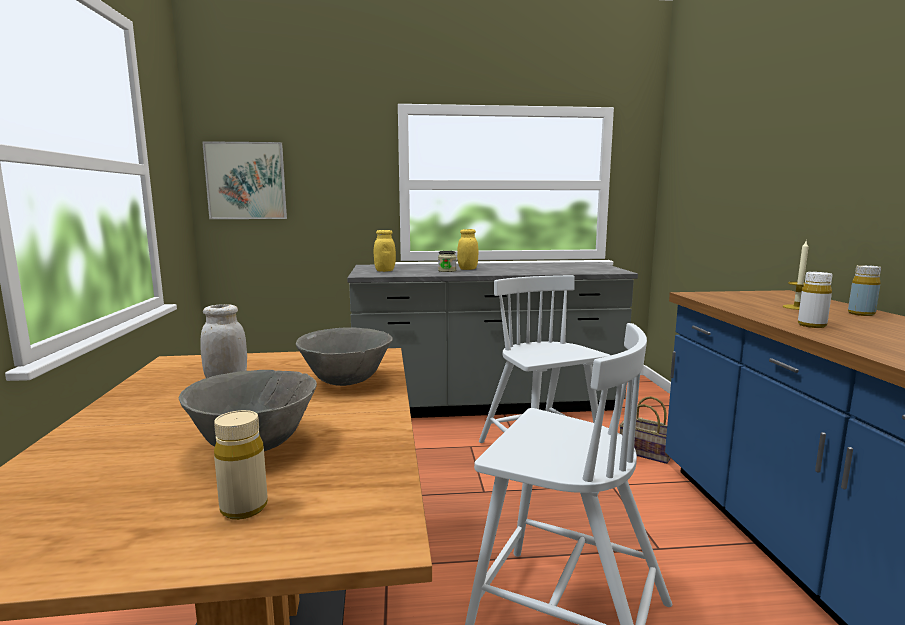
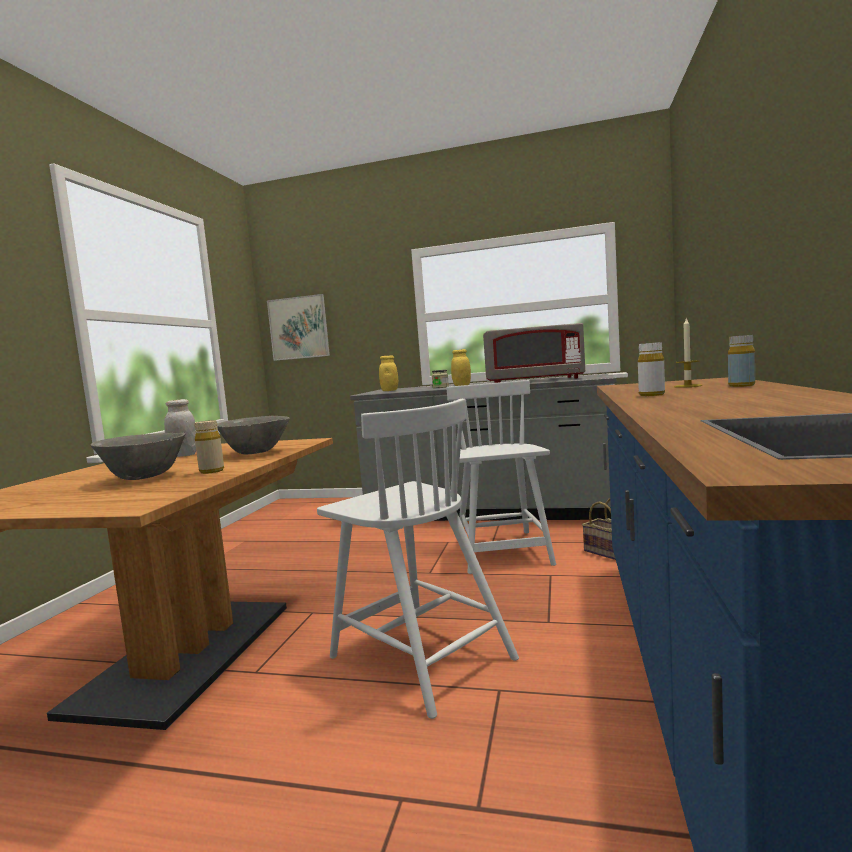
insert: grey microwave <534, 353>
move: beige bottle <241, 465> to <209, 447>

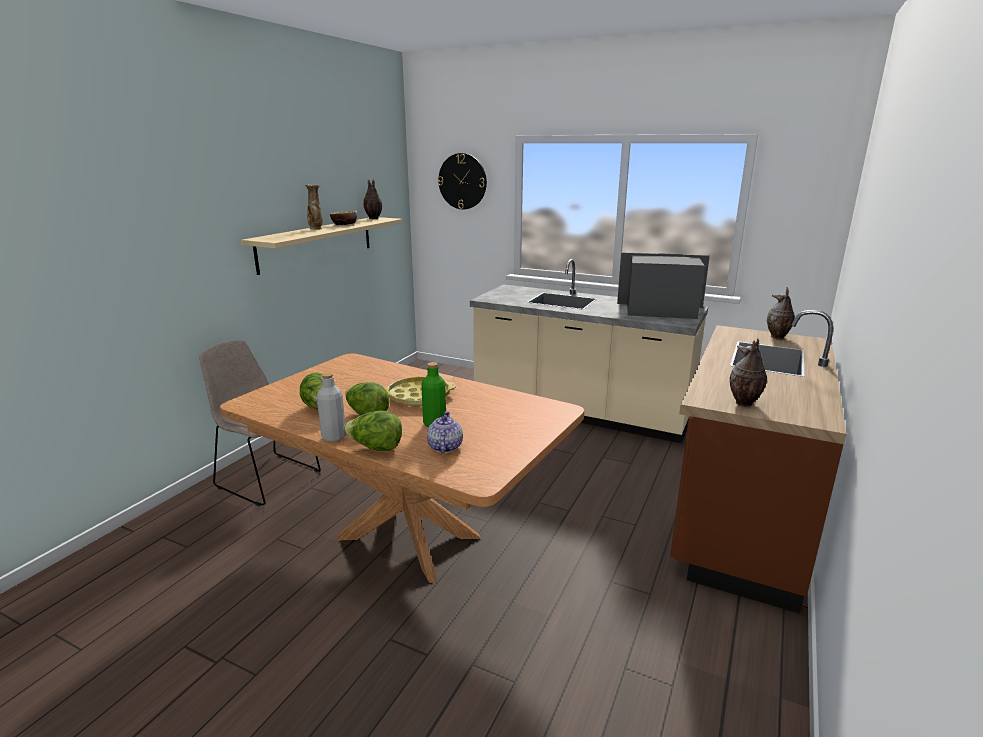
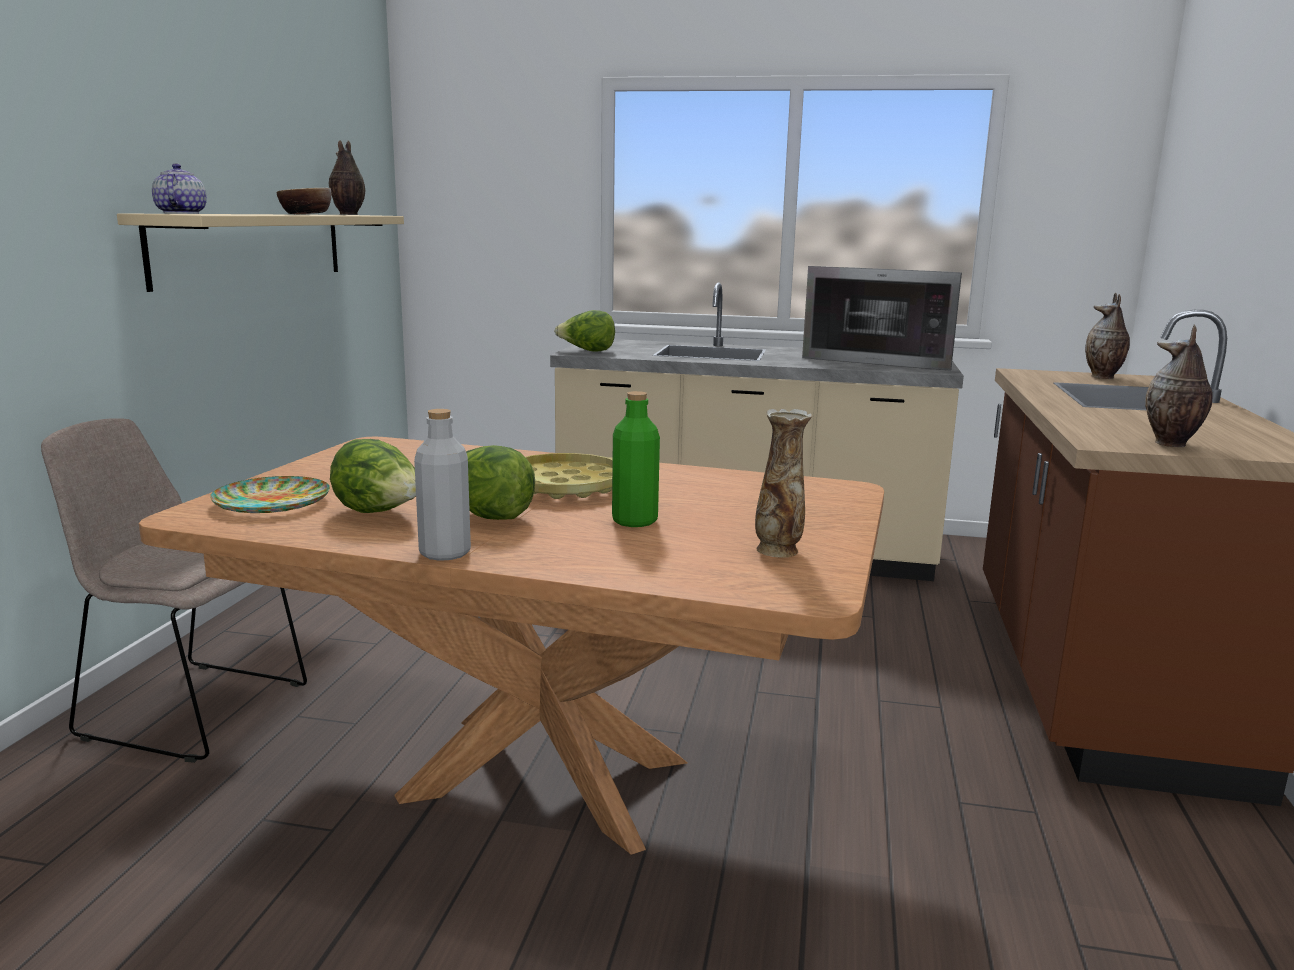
delete: wall clock <462, 181>
insert: plate <270, 494>
move: vase <314, 207> to <784, 483>; lettuce <372, 430> to <584, 331>; teapot <445, 432> to <179, 188>
rotate: microwave <663, 285> = <882, 318> 150 degrees counterclockwise

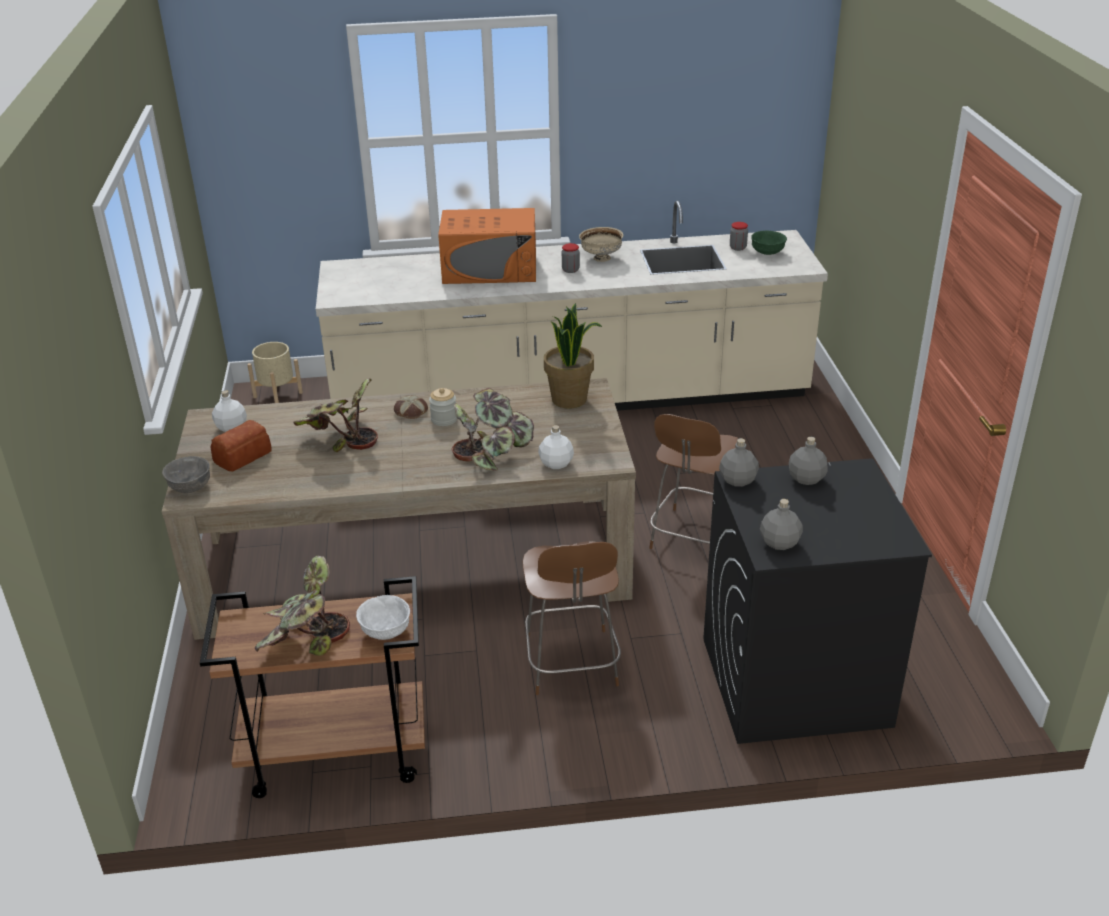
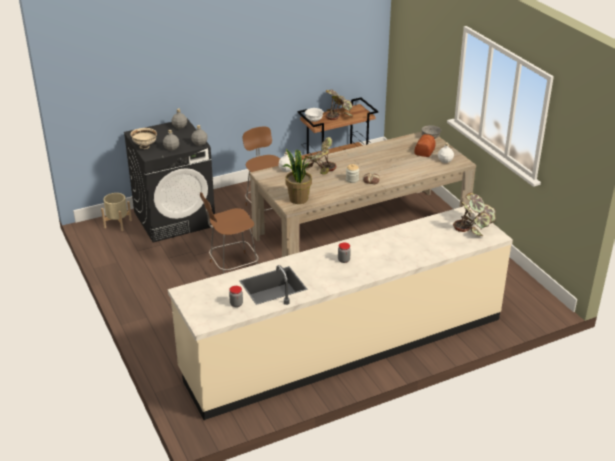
delete: orange microwave <487, 246>; green bowl <769, 243>
move: beige bowl <601, 244> to <144, 138>; beige planter <275, 372> to <116, 212>; potted plant <336, 415> to <474, 214>
rotate: brown chair <694, 481> = <229, 233> 120 degrees counterclockwise

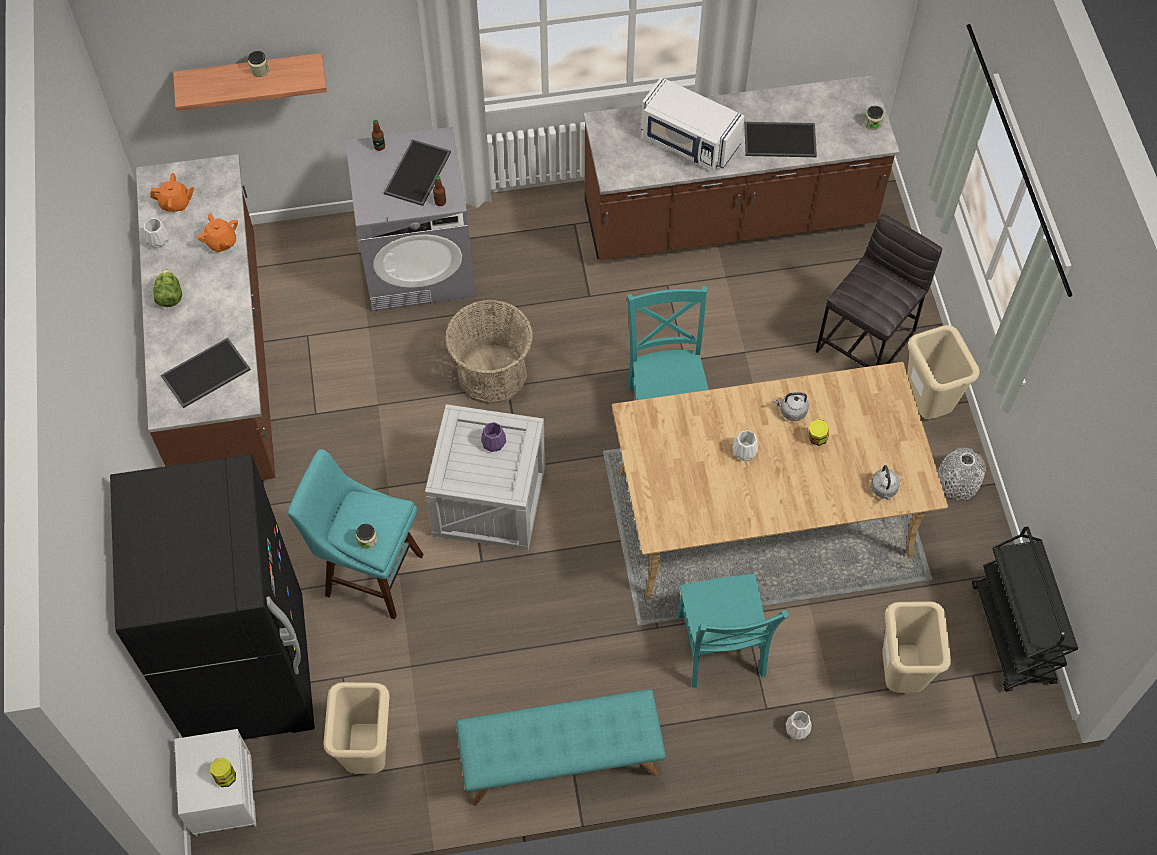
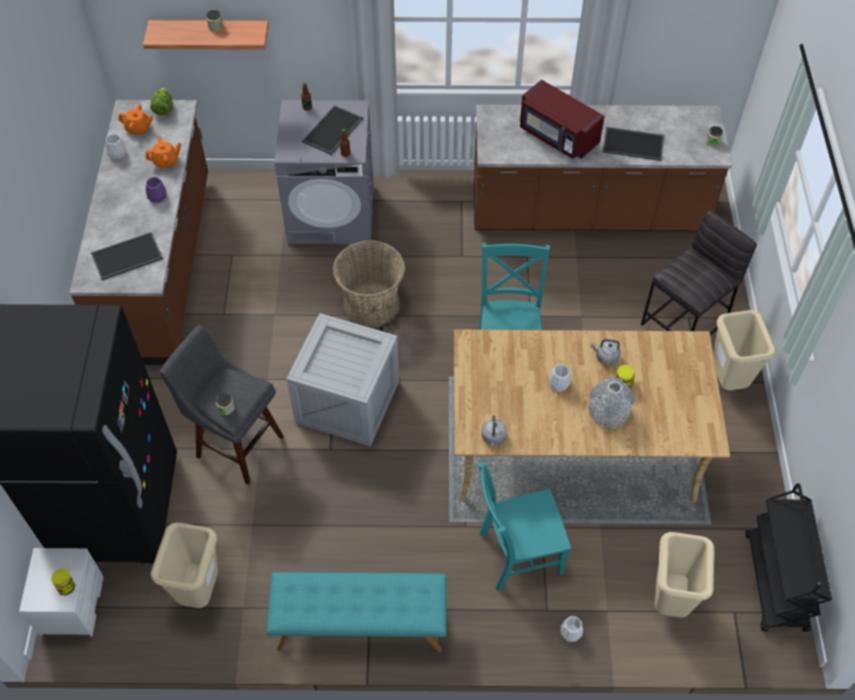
move: lettuce <167, 288> to <161, 102>; purple vase <493, 437> to <156, 190>; grey vase <962, 474> to <611, 402>; grey kettle <885, 482> to <494, 430>
recolor: white microwave <693, 123> to red microwave <562, 119>; turquoise stool <356, 534> to grey stool <222, 405>
rotate: orange teapot <218, 232> = <163, 153> 90 degrees counterclockwise; turquoise chair <733, 631> = <524, 527> 75 degrees clockwise

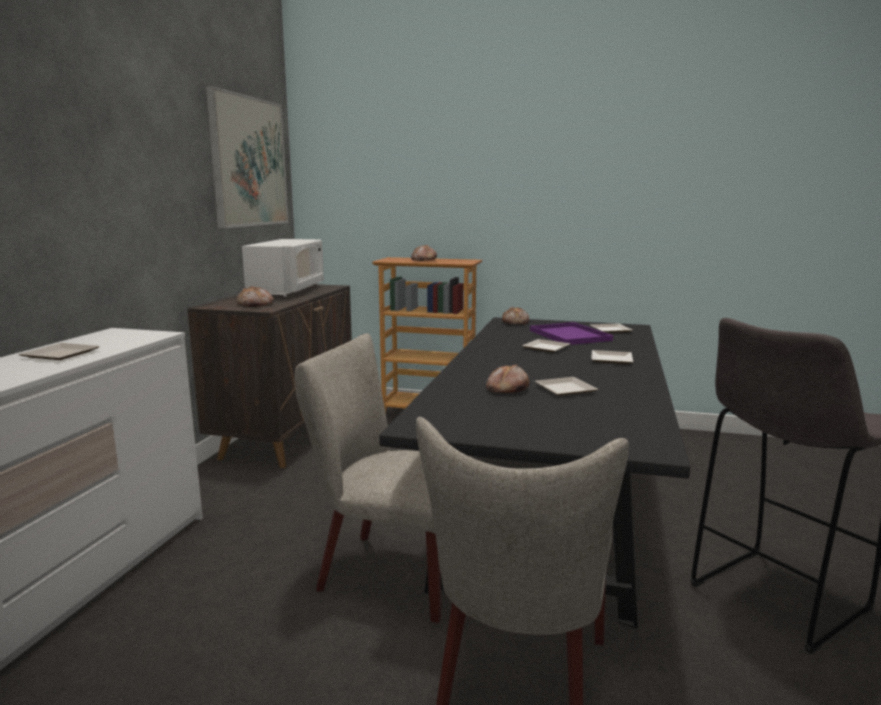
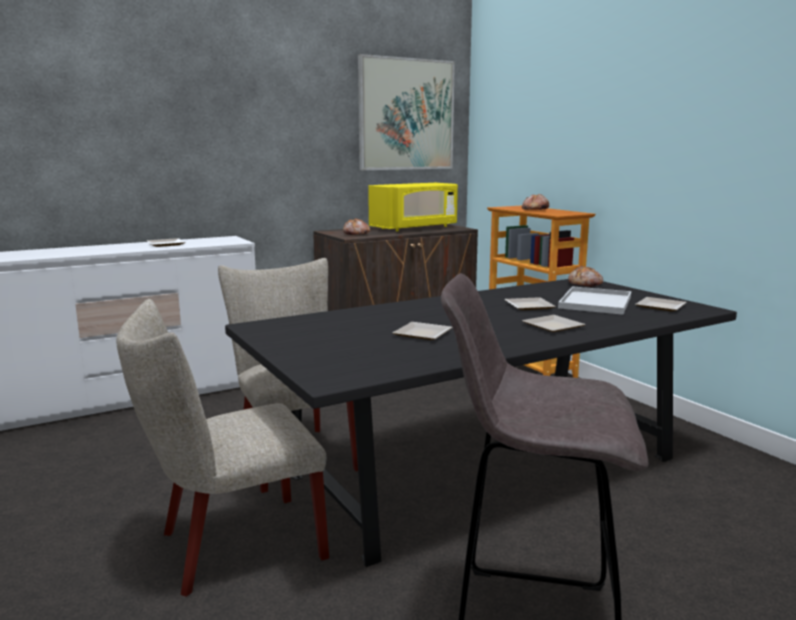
delete: bread <507, 378>
recolor: white microwave <283, 268> to yellow microwave <413, 207>; purple tray <571, 333> to white tray <594, 300>

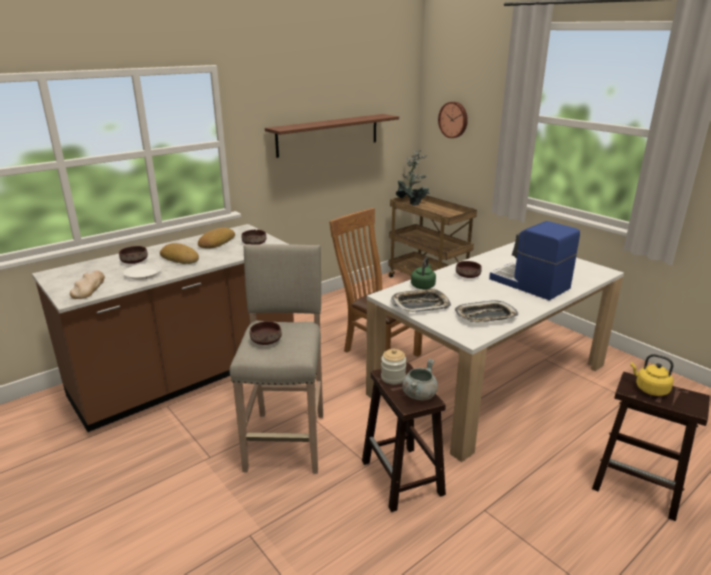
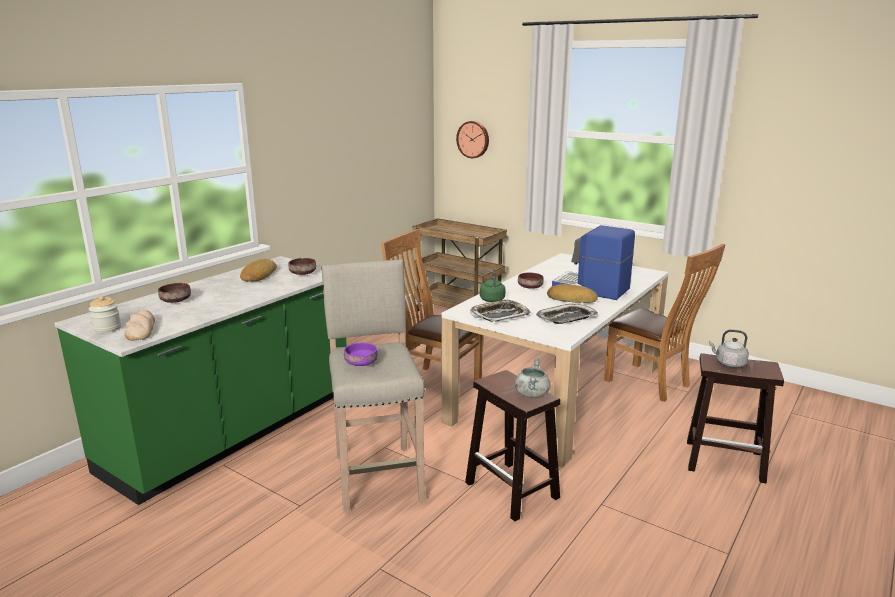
delete: brown shelf <332, 136>; potted plant <413, 178>; white plate <142, 272>
insert: brown chair <665, 323>
move: bread <179, 253> to <572, 293>; jar <394, 366> to <105, 314>
recolor: brown counter <163, 328> to green counter <200, 380>; brown bowl <266, 333> to purple bowl <361, 354>; yellow kettle <652, 375> to grey kettle <729, 349>

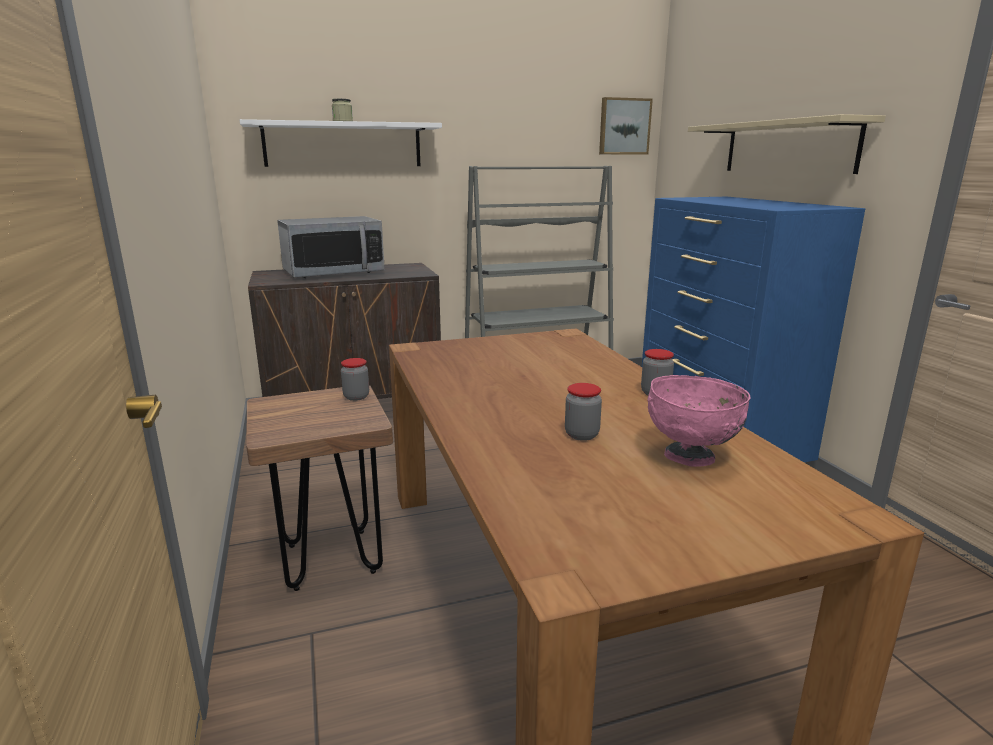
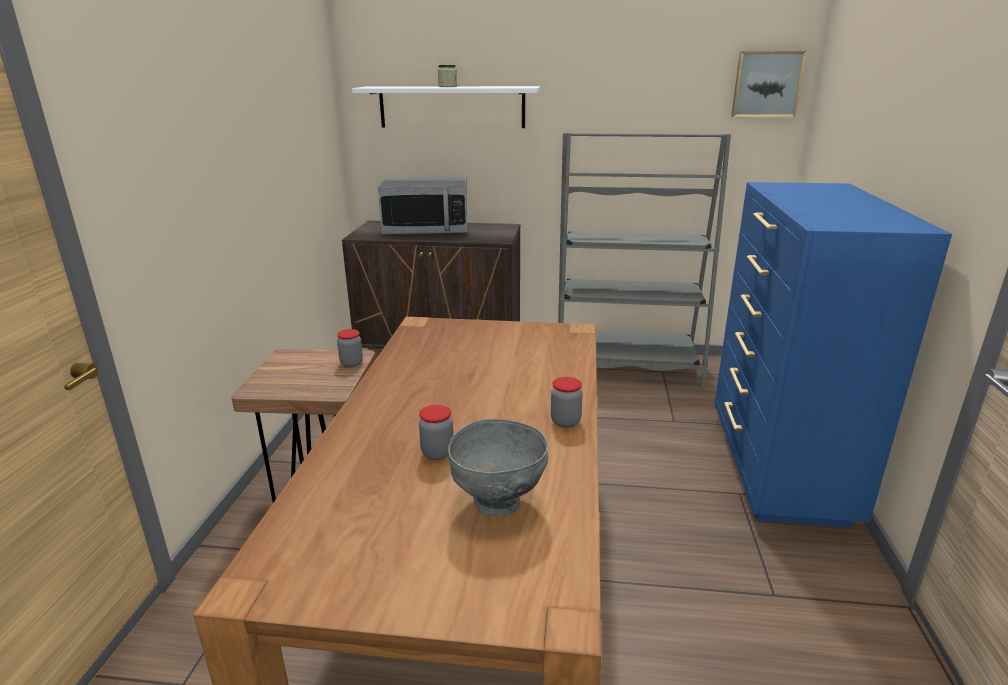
delete: beige shelf <787, 144>
recolor: pink bowl <698, 421> to grey bowl <498, 468>

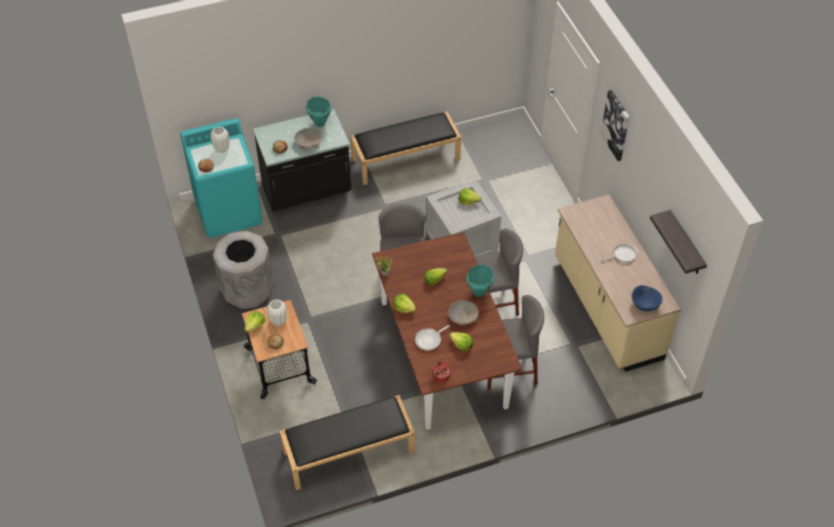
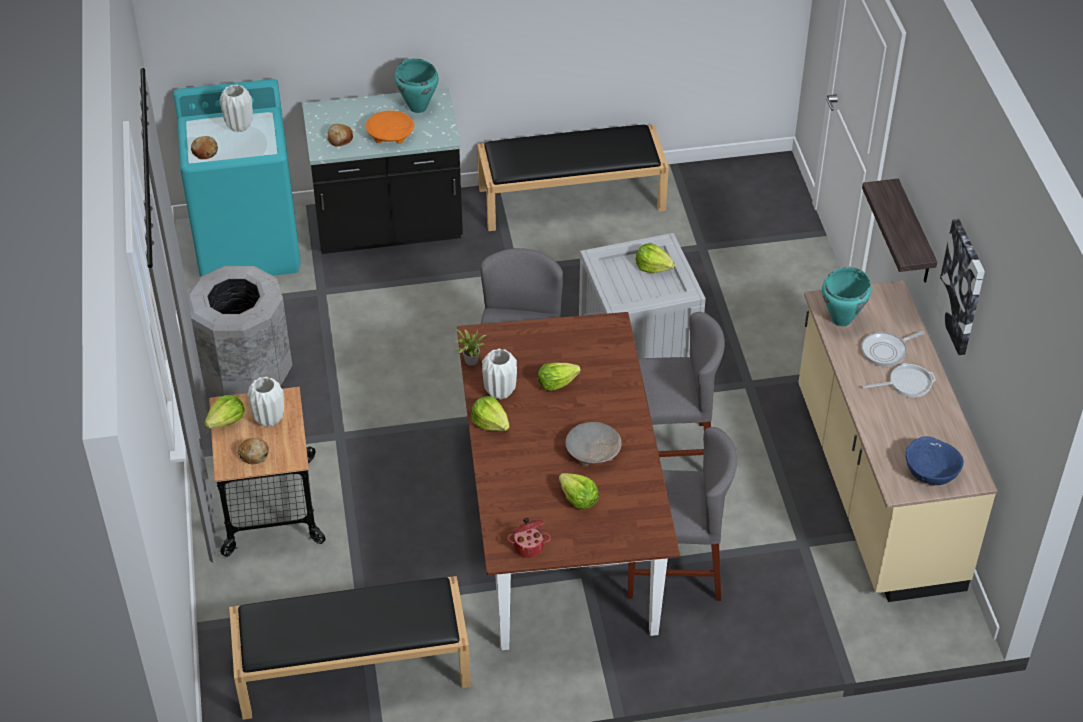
insert: white vase <499, 374>
move: picture <615, 125> to <960, 287>; shelf <678, 242> to <899, 231>; turquoise cooking pot <480, 281> to <846, 296>; frying pan <432, 338> to <892, 349>
recolor: beige bowl <308, 138> to orange bowl <390, 127>

